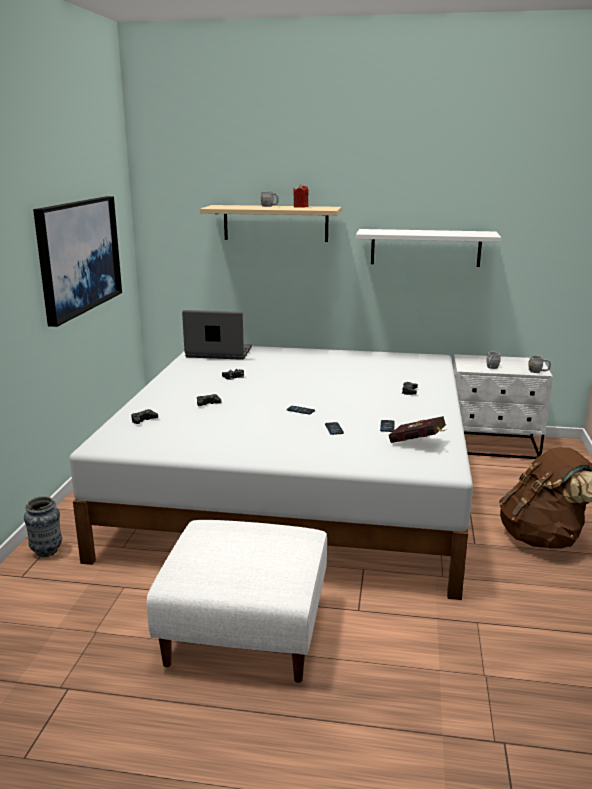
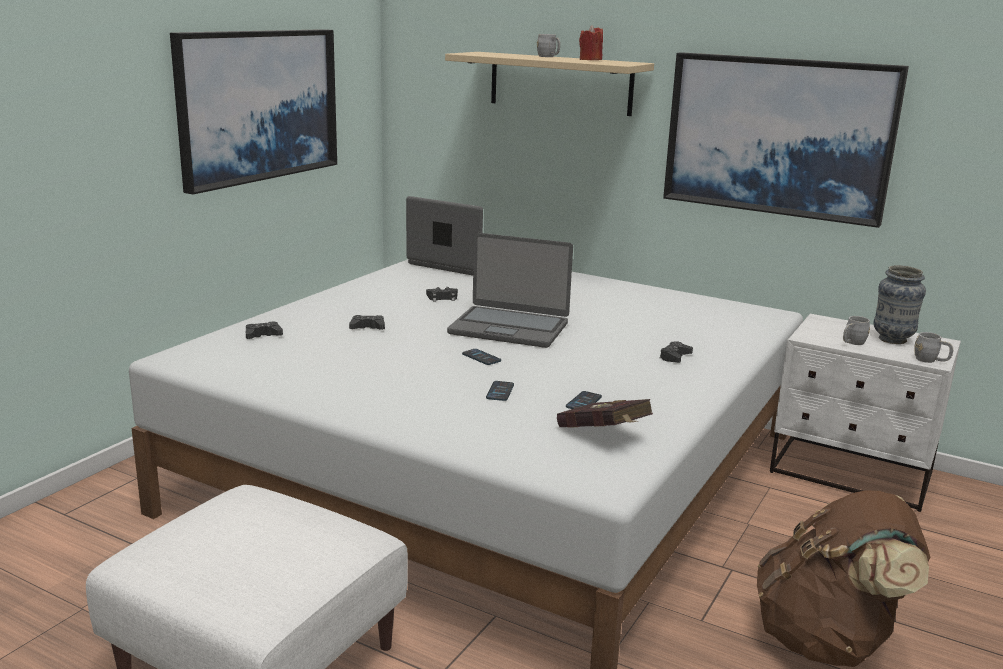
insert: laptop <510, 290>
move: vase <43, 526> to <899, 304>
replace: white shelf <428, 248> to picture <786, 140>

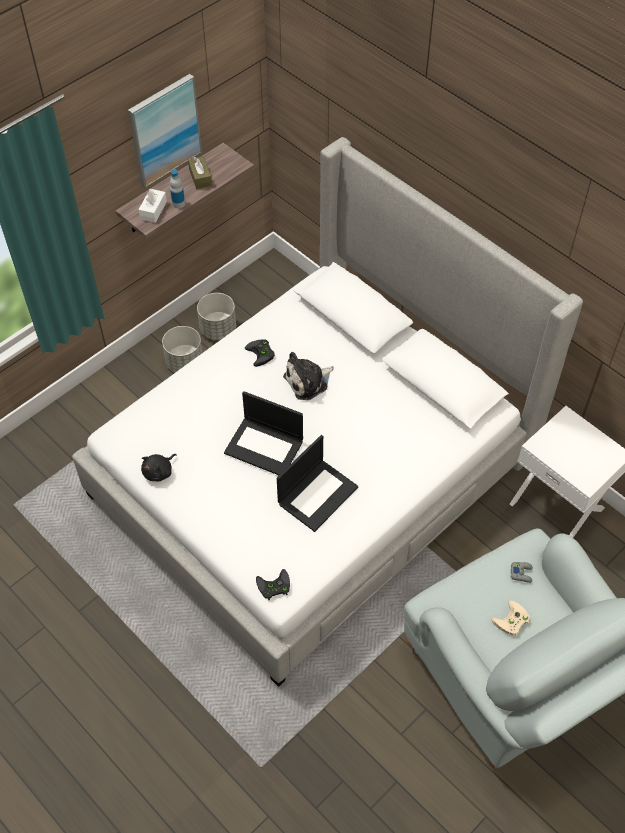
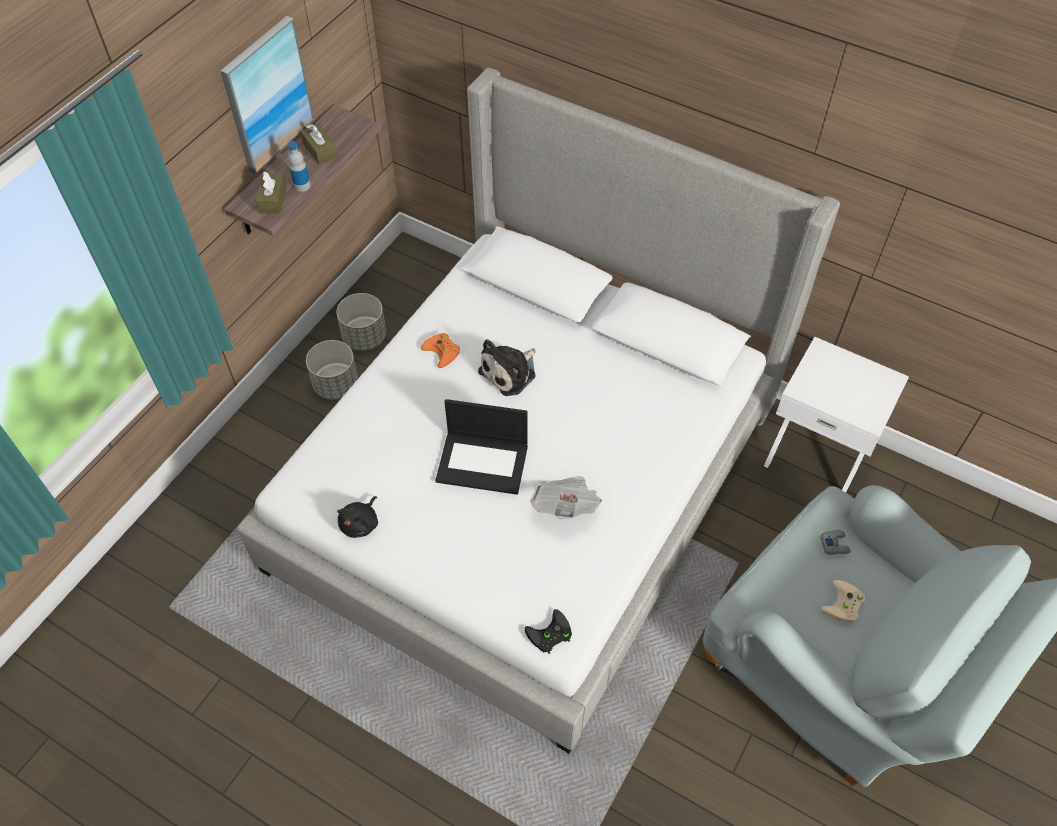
replace: laptop <317, 483> to newspaper <566, 497>
recolor: white tissue box <153, 205> to brown tissue box <271, 193>; black game controller <260, 353> to orange game controller <440, 350>

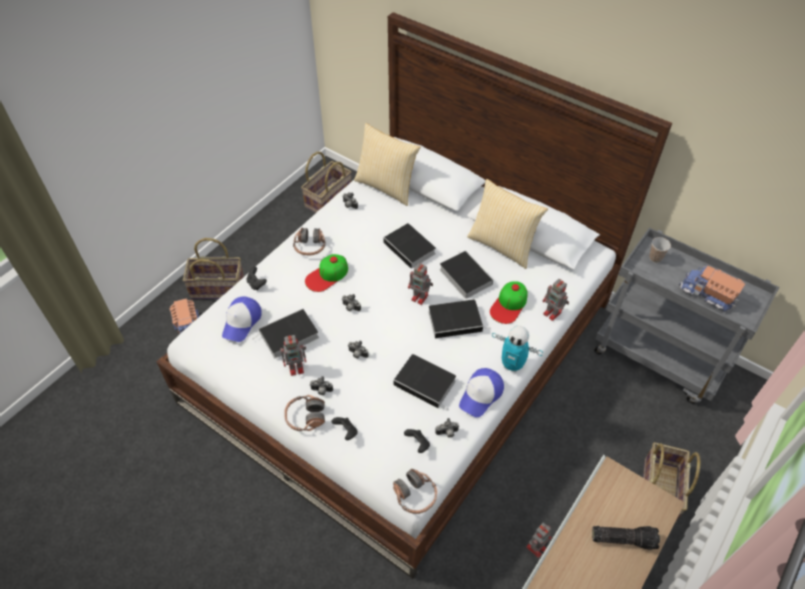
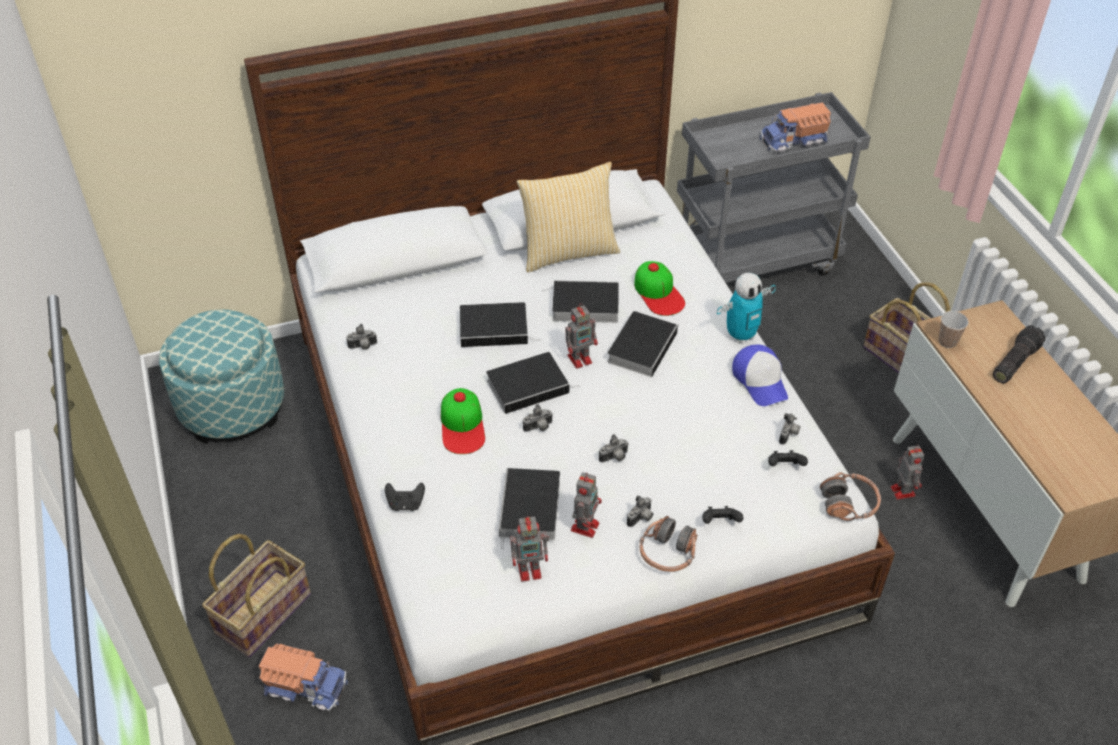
delete: pillow <387, 164>; headphones <309, 241>; cap <242, 319>
move: cup <660, 250> to <954, 329>; toy robot <556, 300> to <529, 548>; book <425, 382> to <533, 383>
replace: basket <326, 182> to ottoman <221, 376>

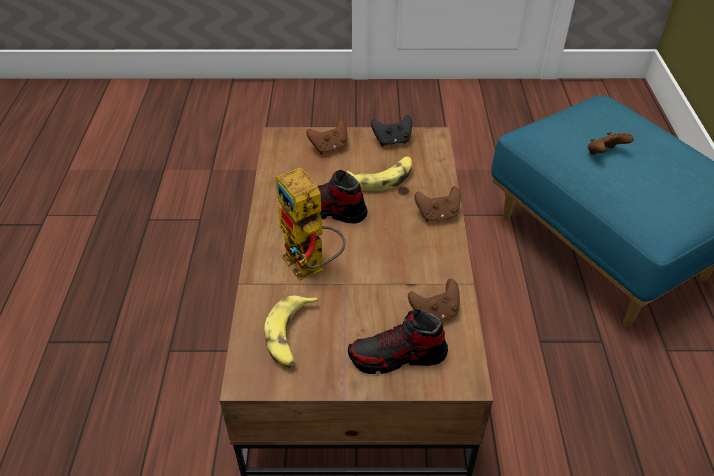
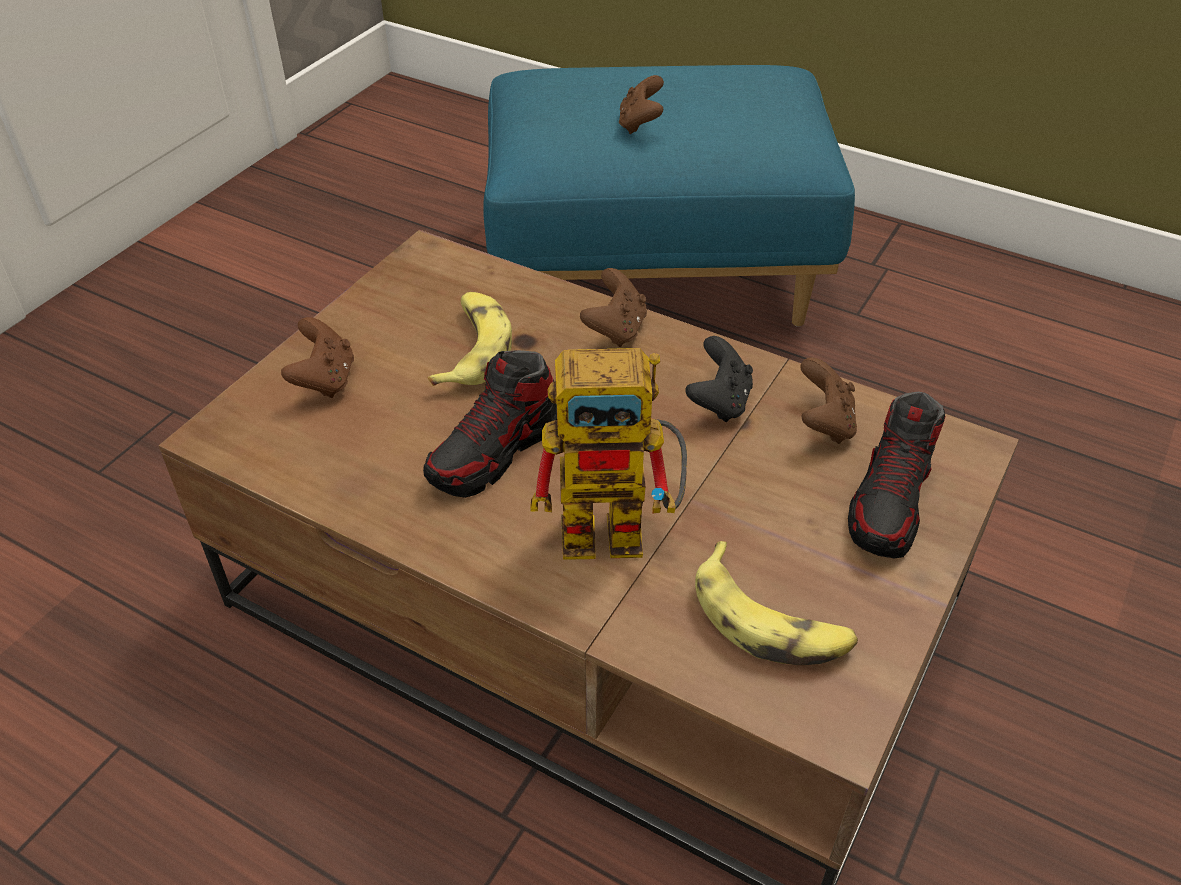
move: black game controller <391, 130> to <719, 379>

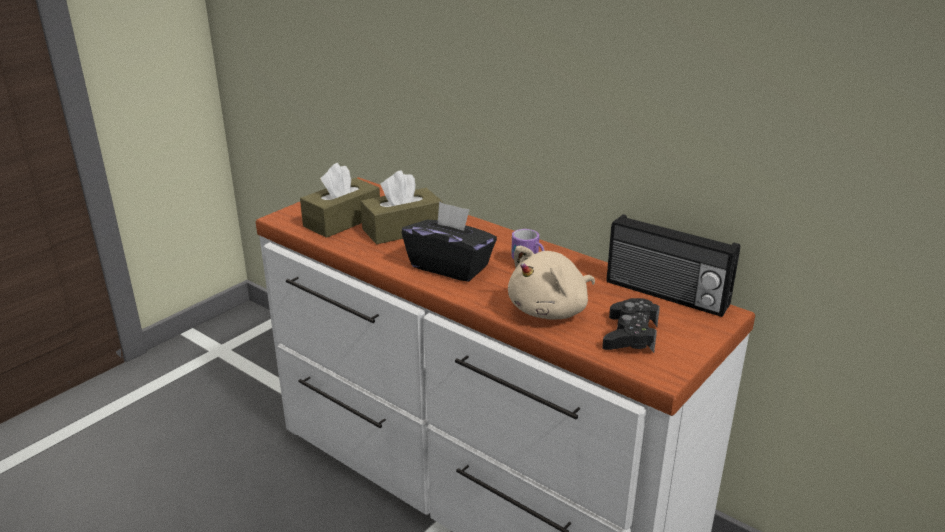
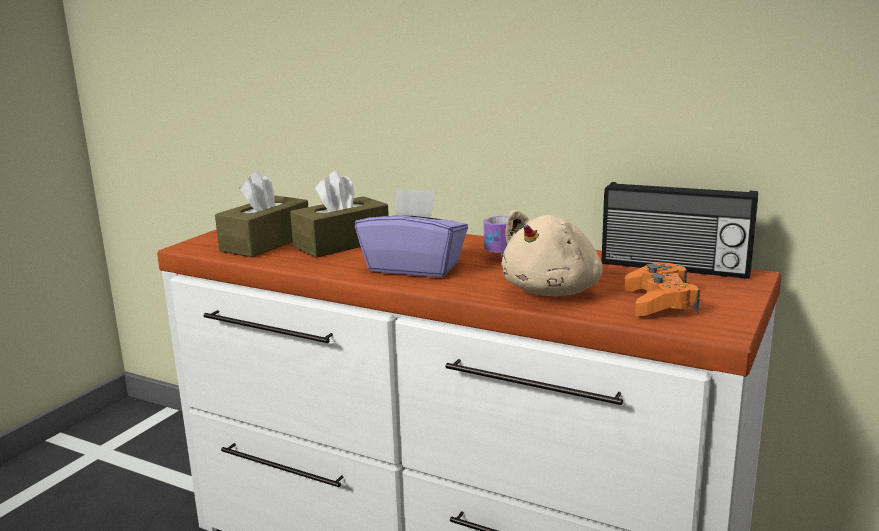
recolor: black tissue box <449, 241> to purple tissue box <411, 233>; black game controller <631, 325> to orange game controller <662, 289>

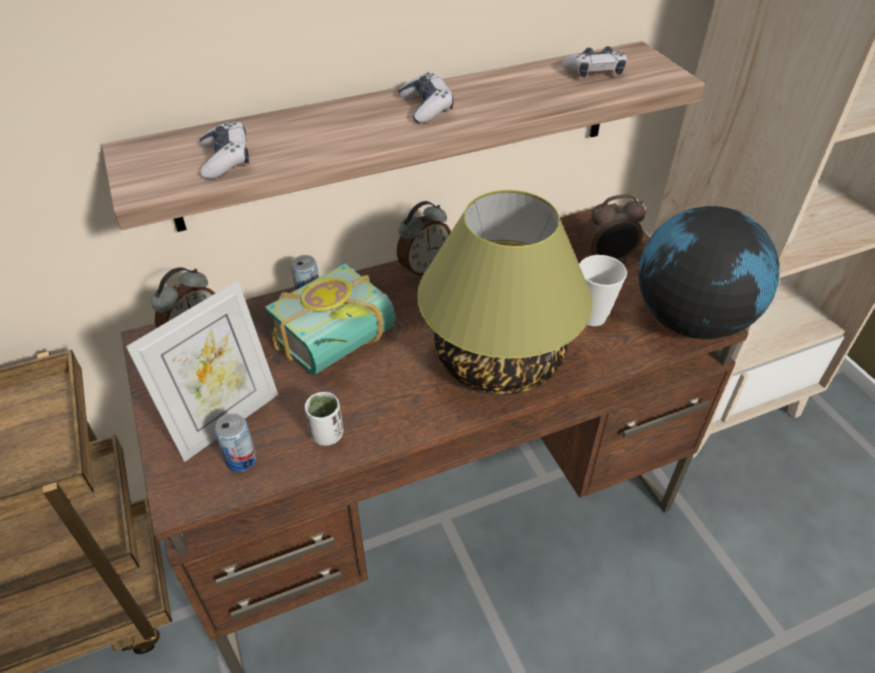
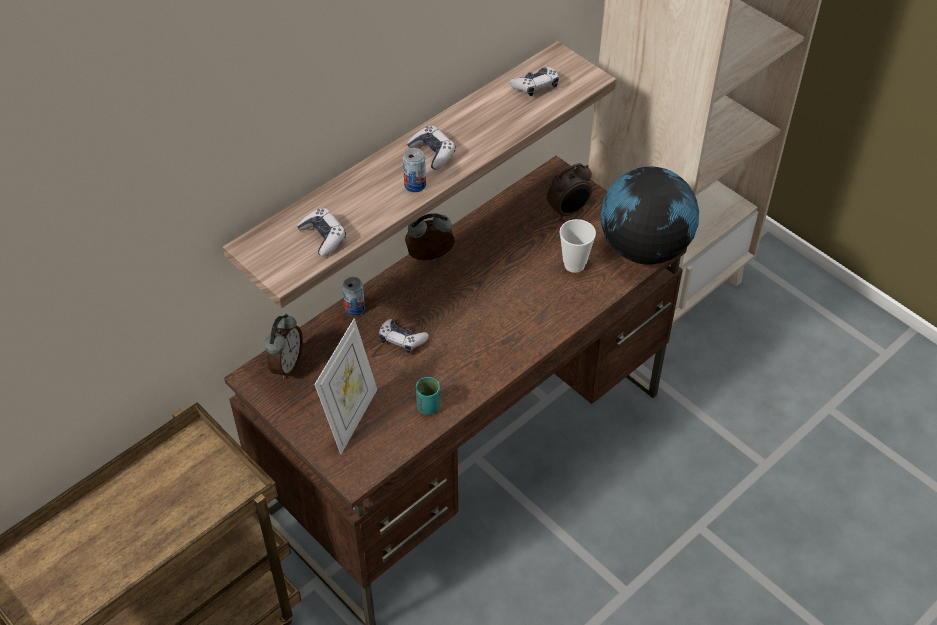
delete: table lamp <505, 292>
move: can <236, 442> to <414, 170>
replace: book <330, 319> to game controller <404, 336>
recolor: white cup <324, 419> to turquoise cup <428, 396>
rotate: alarm clock <424, 239> = <430, 236> 135 degrees counterclockwise

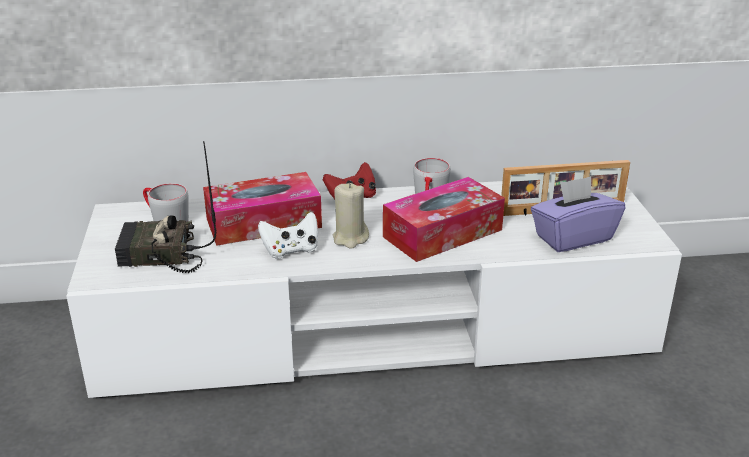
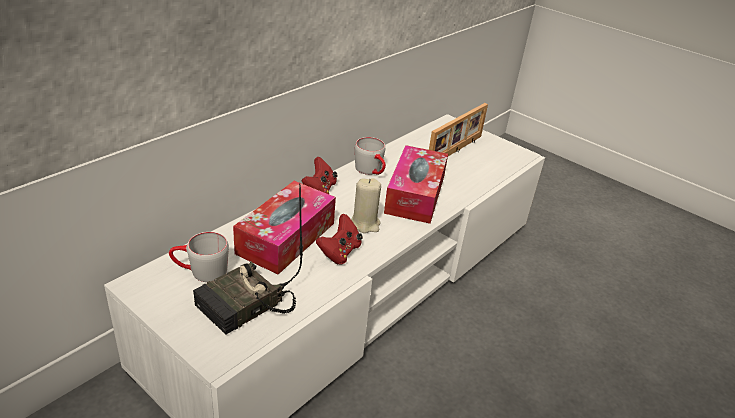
delete: purple tissue box <578, 214>
recolor: white game controller <288, 235> to red game controller <339, 239>

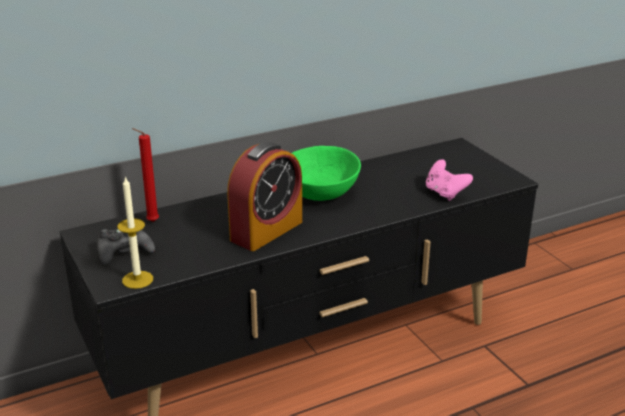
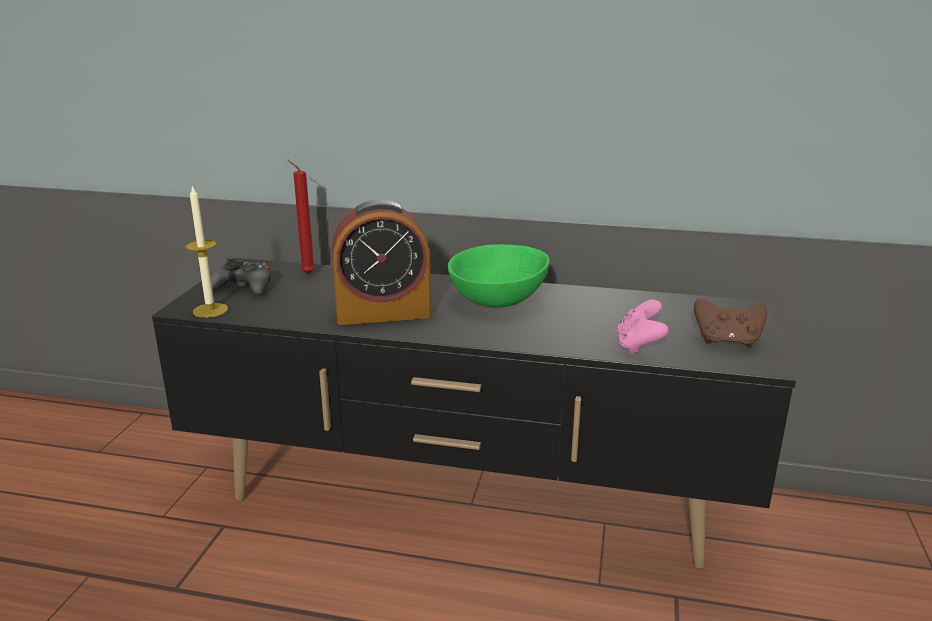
insert: brown game controller <730, 323>

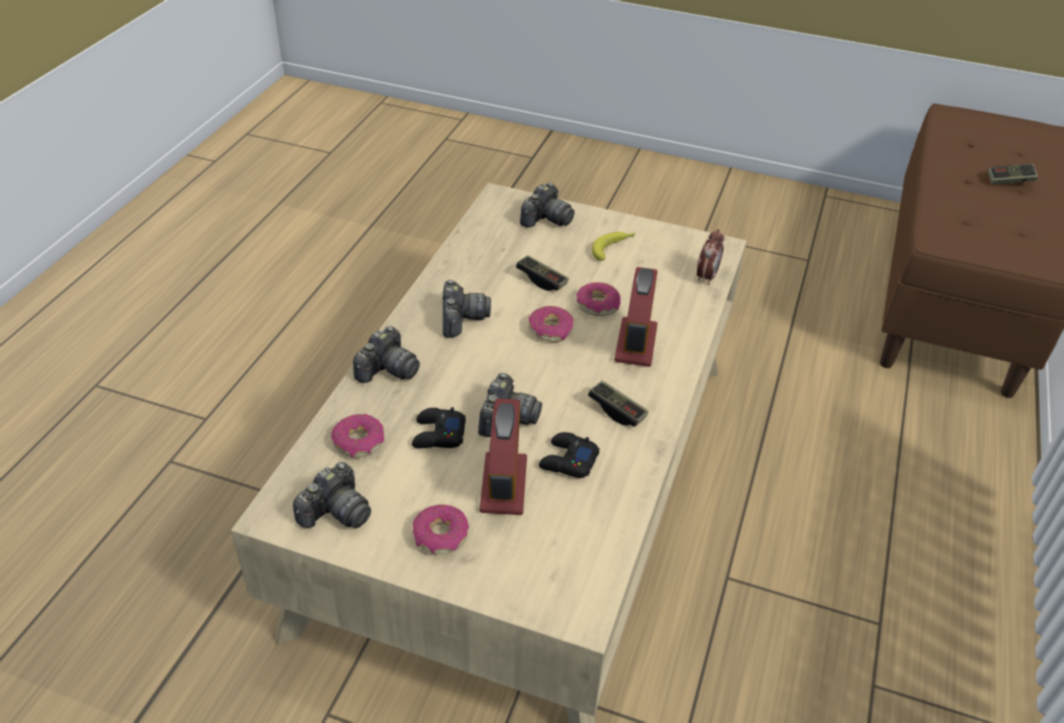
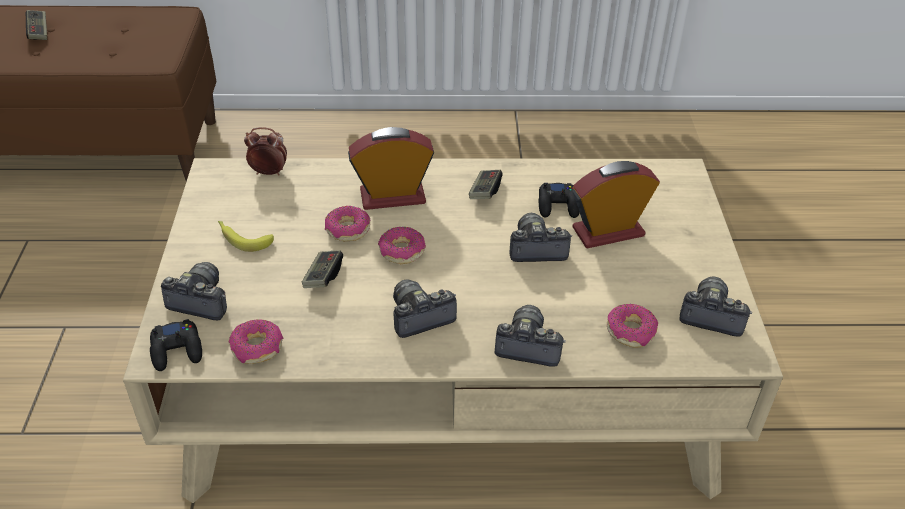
move: black game controller <439, 427> to <176, 345>; donut <441, 529> to <256, 341>

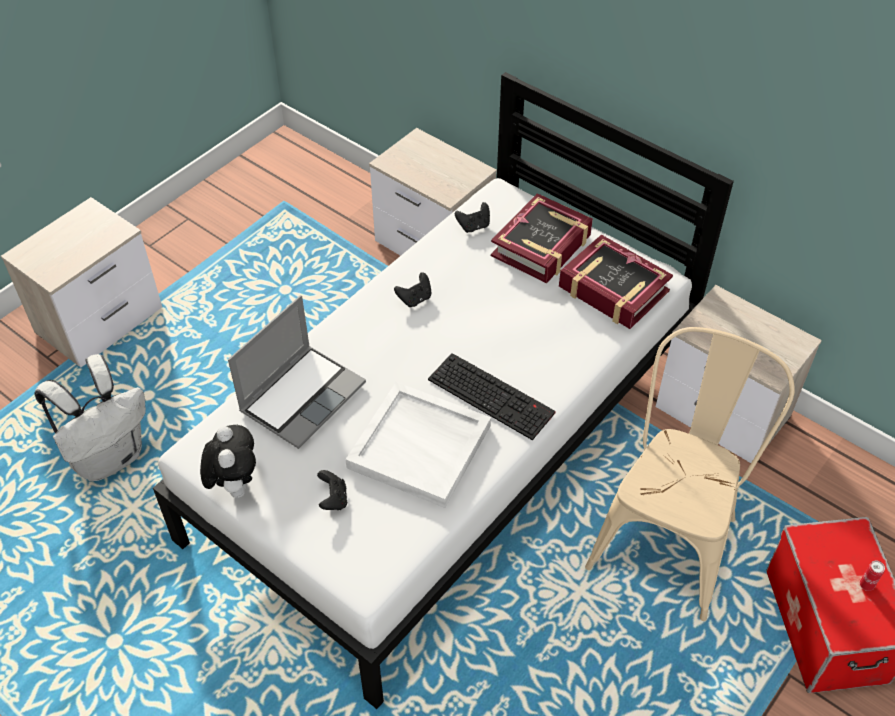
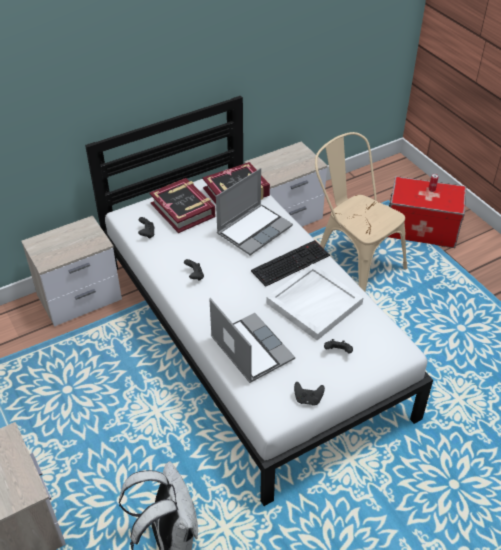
insert: laptop <254, 211>
replace: plush toy <228, 461> to black game controller <309, 394>

